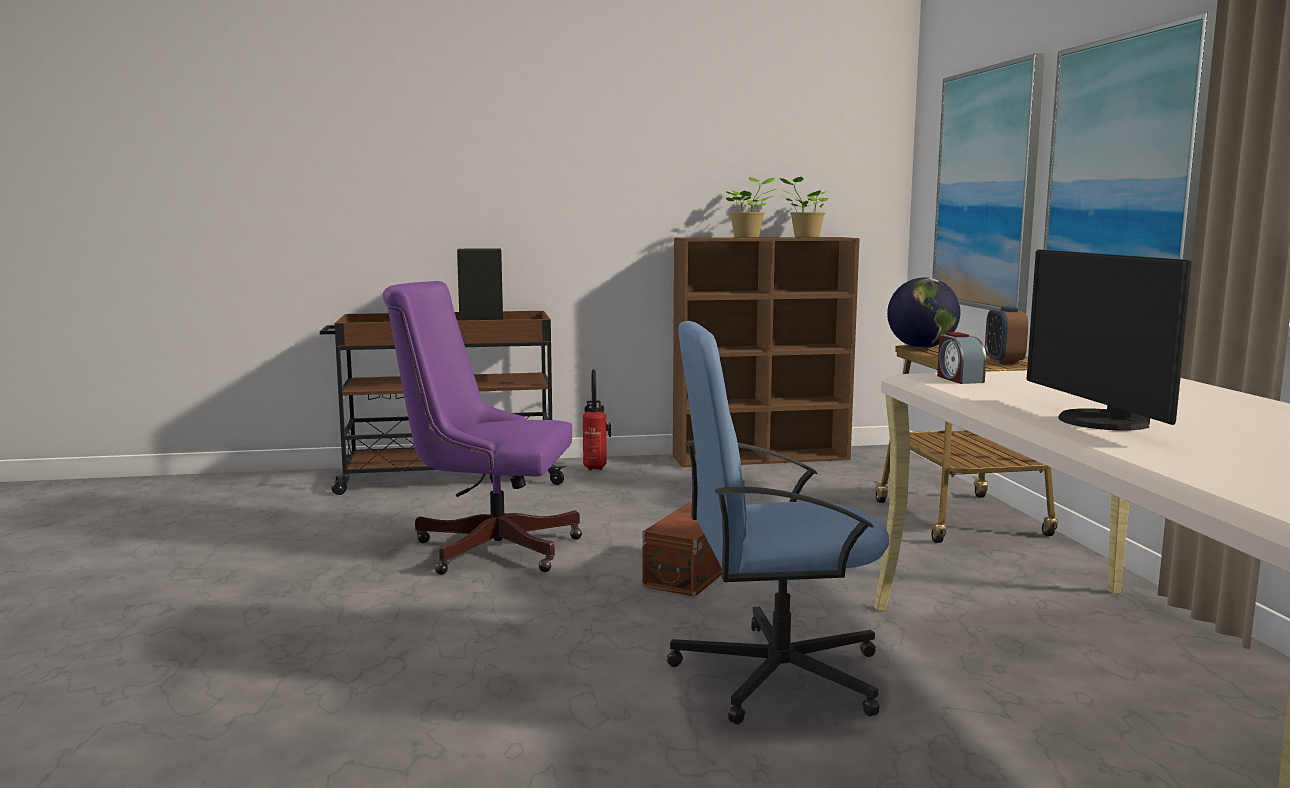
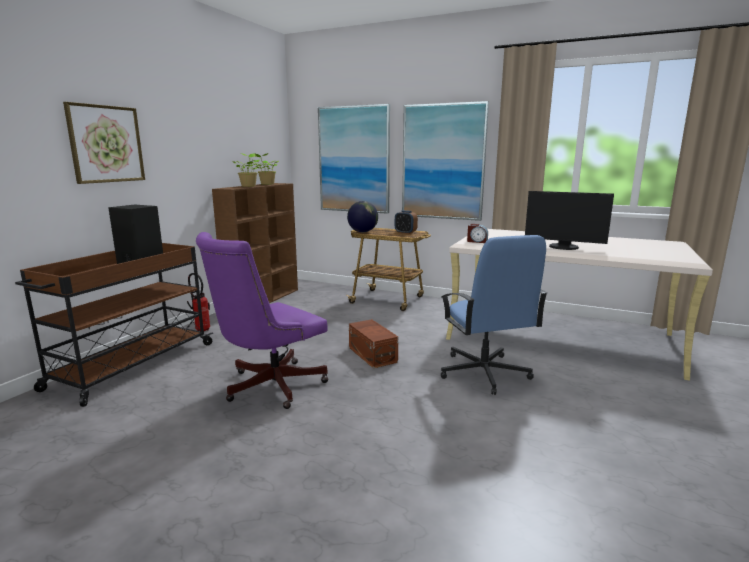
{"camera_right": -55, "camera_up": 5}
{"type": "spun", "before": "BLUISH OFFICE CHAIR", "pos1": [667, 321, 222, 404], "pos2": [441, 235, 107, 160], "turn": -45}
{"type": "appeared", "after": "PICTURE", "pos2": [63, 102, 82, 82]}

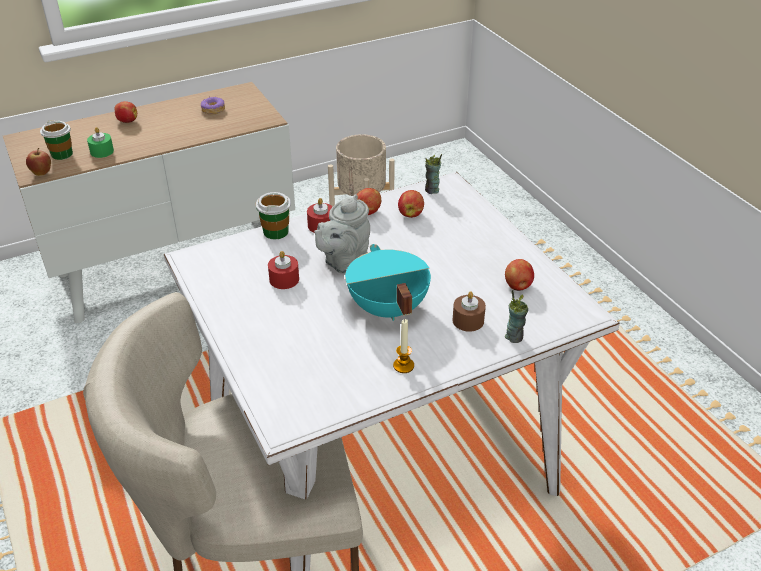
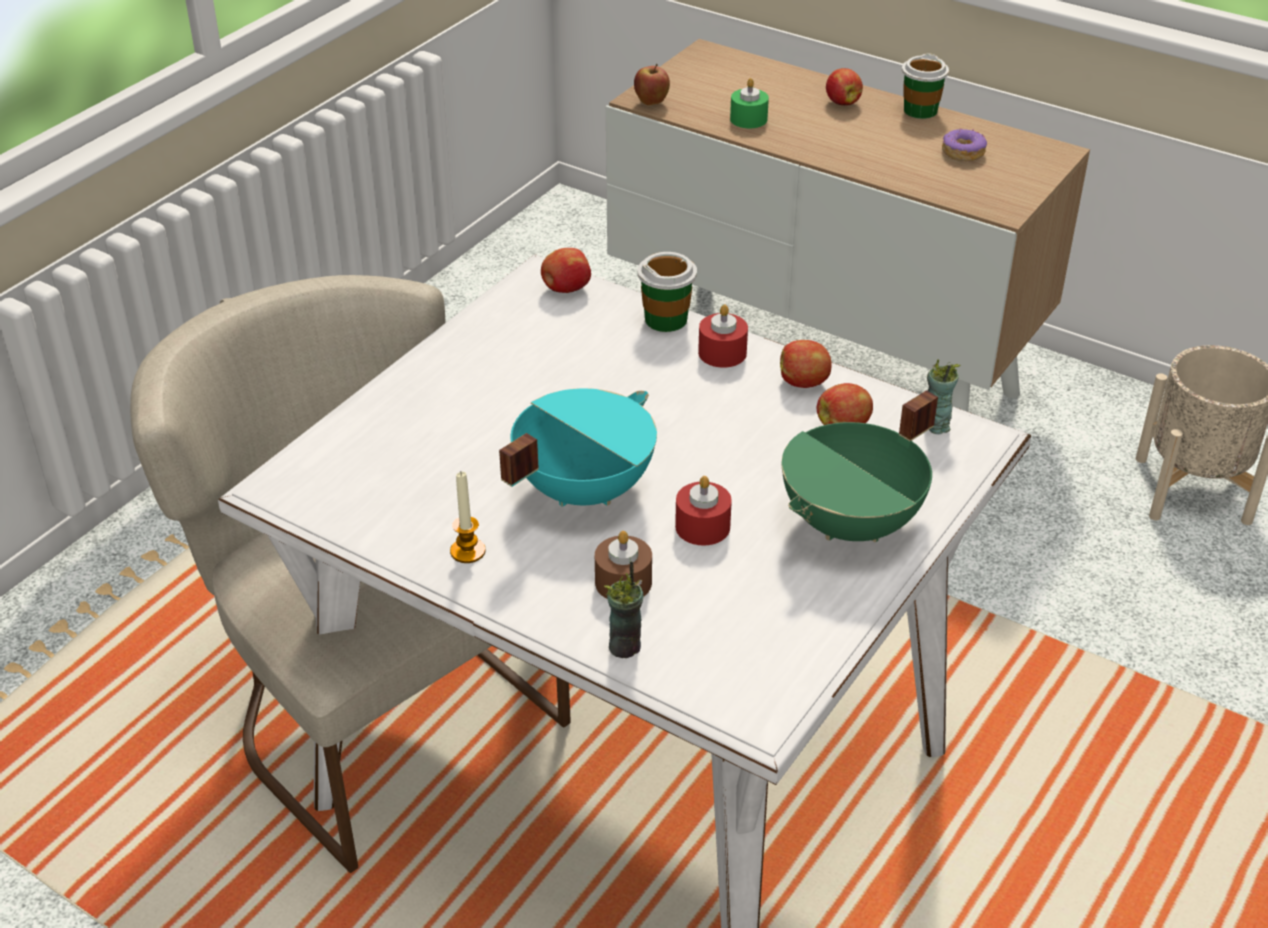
{"camera_right": 60, "camera_up": 0}
{"type": "relocated", "before": "SMALL CUP", "pos1": [40, 120, 33, 40], "pos2": [902, 53, 47, 66]}
{"type": "relocated", "before": "REDDISH WAX LIGHT", "pos1": [268, 251, 31, 38], "pos2": [675, 476, 57, 70]}
{"type": "missing", "before": "GREY TEAPOT", "pos1": [314, 194, 56, 79]}
{"type": "relocated", "before": "WHOLE APPLE", "pos1": [505, 259, 29, 32], "pos2": [541, 248, 50, 45]}
{"type": "appeared", "after": "GREEN-COLOURED SAUCEPOT", "pos2": [781, 390, 157, 152]}

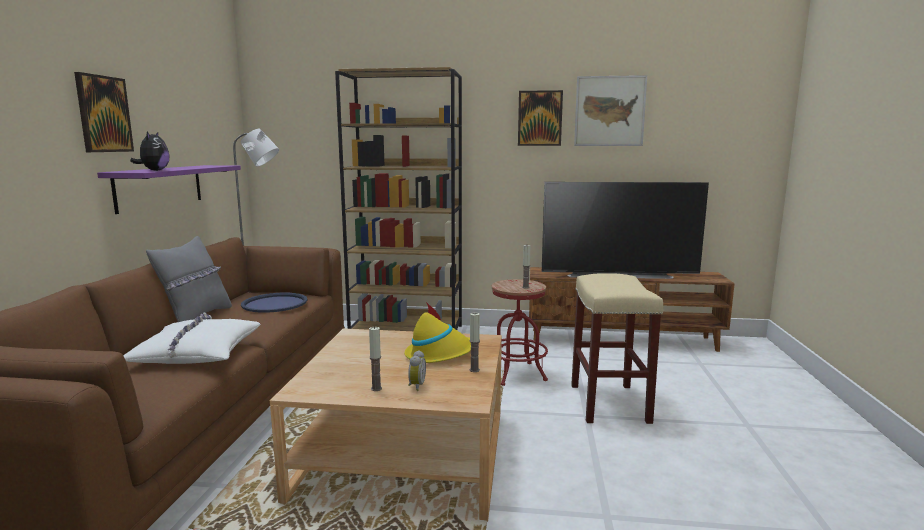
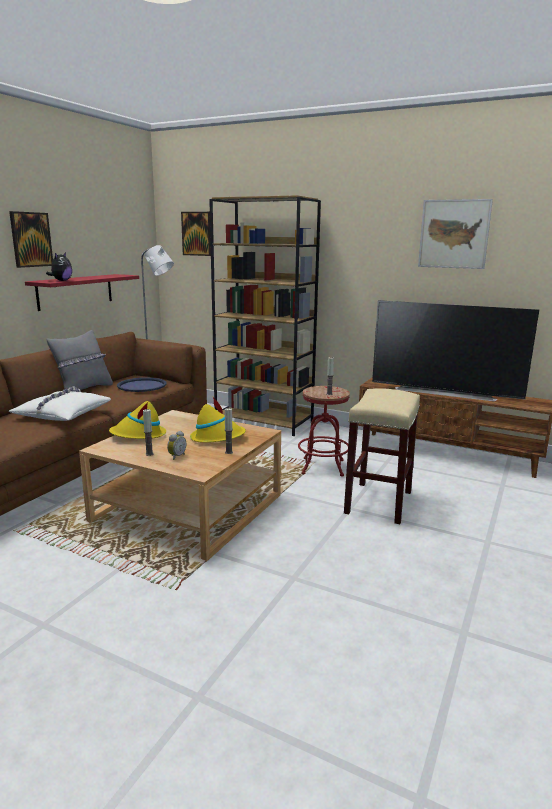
{"camera_right": 20, "camera_up": 5}
{"type": "colour", "before": "PURPLE SHELF", "after": "REDDISH SHELF", "pos1": [97, 165, 144, 49], "pos2": [25, 274, 114, 37]}
{"type": "relocated", "before": "PICTURE", "pos1": [518, 90, 45, 56], "pos2": [181, 212, 30, 44]}
{"type": "appeared", "after": "YELLOWISH HAT", "pos2": [109, 401, 57, 38]}

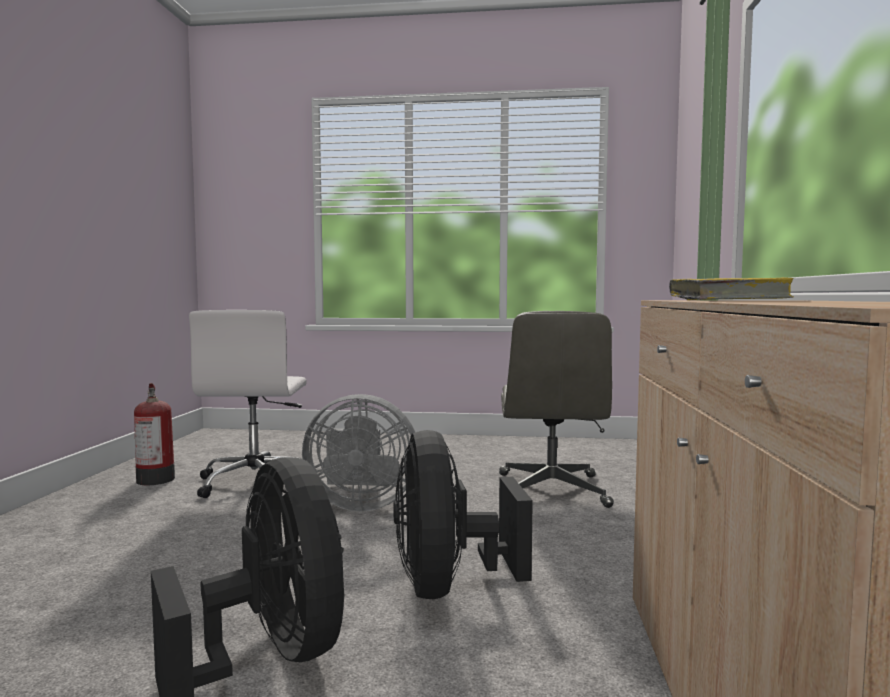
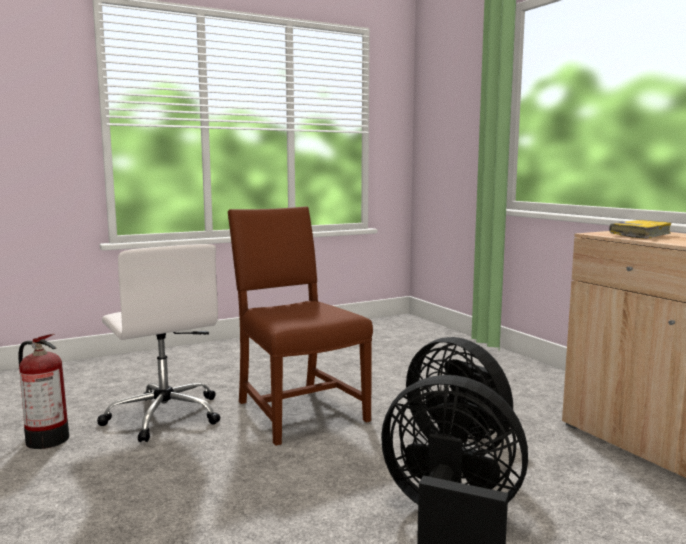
{"camera_right": -35, "camera_up": 5}
{"type": "exchanged", "before": "GREY COOLING FAN", "after": "BROWN CHAIR", "pos1": [302, 394, 113, 118], "pos2": [228, 206, 145, 240]}
{"type": "missing", "before": "GREY OFFICE CHAIR", "pos1": [499, 311, 115, 197]}

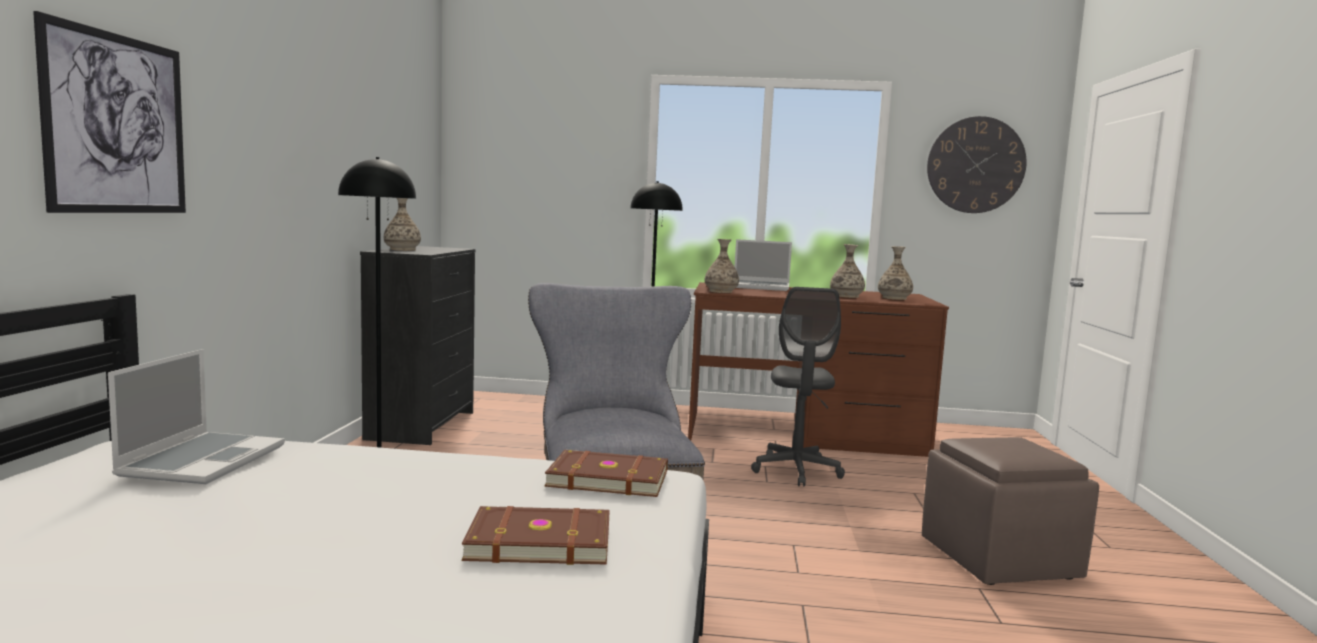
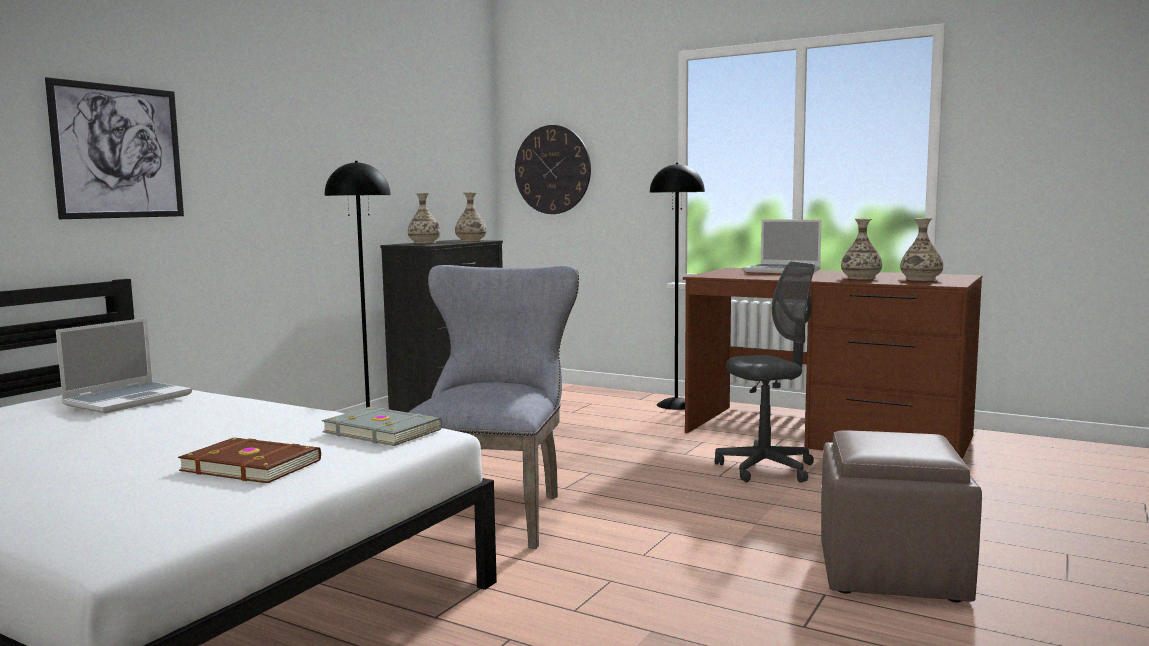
{"camera_right": 25, "camera_up": 0}
{"type": "colour", "before": "BROWN BOOK", "after": "GREY BOOK", "pos1": [544, 450, 124, 47], "pos2": [322, 407, 120, 39]}
{"type": "relocated", "before": "FLOWER VASE", "pos1": [705, 239, 34, 54], "pos2": [455, 193, 32, 49]}
{"type": "spun", "before": "GREY OFFICE CHAIR", "pos1": [751, 287, 94, 200], "pos2": [715, 261, 100, 222], "turn": -135}
{"type": "relocated", "before": "CLOCK ON THE WALL", "pos1": [927, 116, 99, 97], "pos2": [515, 125, 76, 89]}

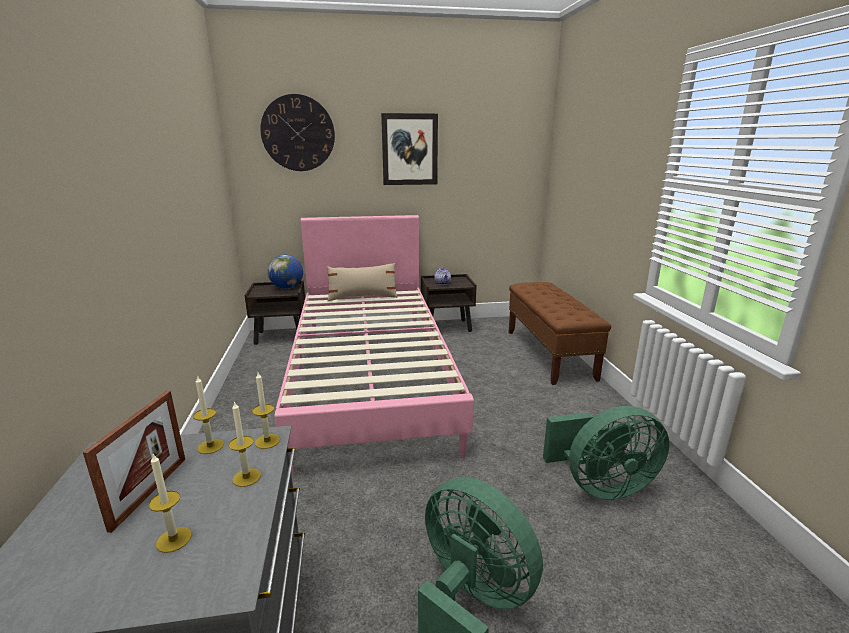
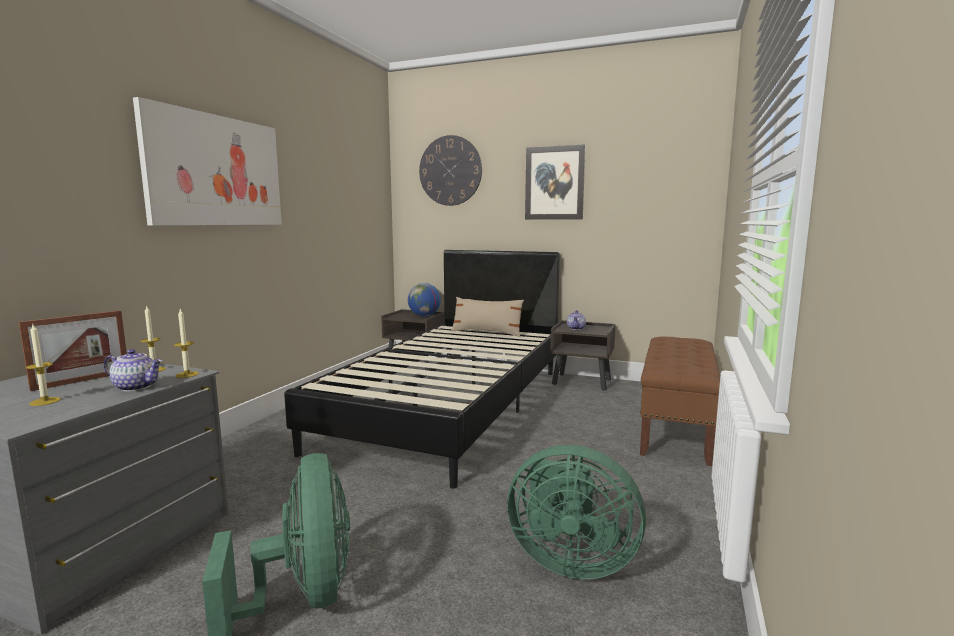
{"camera_right": 30, "camera_up": -10}
{"type": "exchanged", "before": "WAX LIGHT", "after": "TEAPOT", "pos1": [229, 401, 32, 86], "pos2": [104, 349, 58, 43]}
{"type": "colour", "before": "PINK-COLOURED SLEEPING BED", "after": "BLACK-COLOURED SLEEPING BED", "pos1": [274, 215, 200, 259], "pos2": [284, 250, 276, 239]}
{"type": "appeared", "after": "PICTURE", "pos2": [133, 97, 149, 128]}

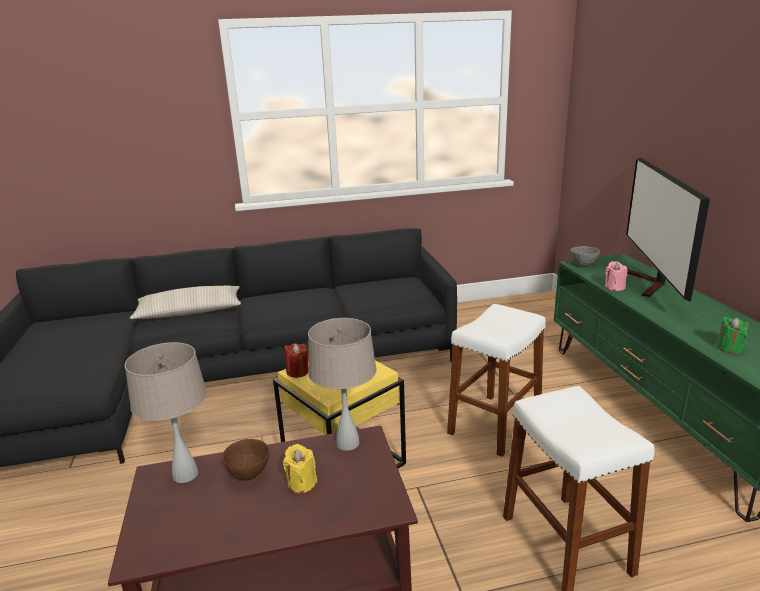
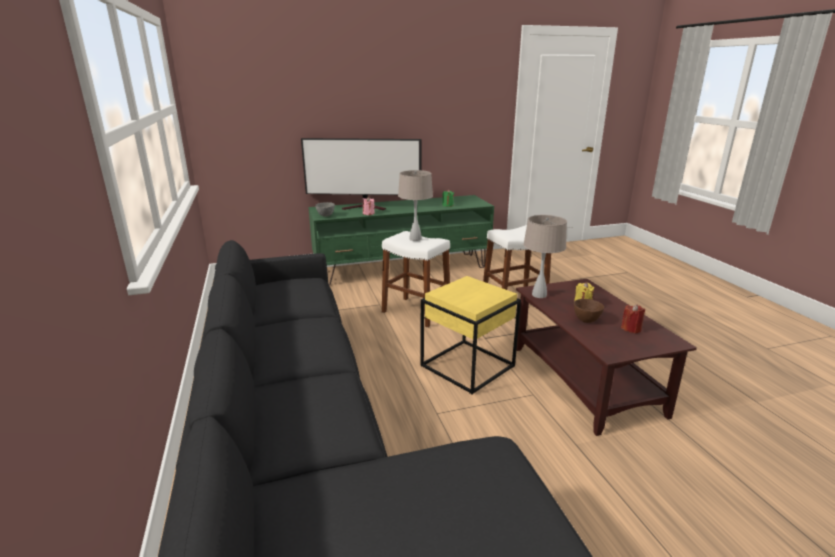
{"camera_right": -95, "camera_up": 0}
{"type": "relocated", "before": "SAND-COLOURED TABLE LAMP", "pos1": [124, 342, 83, 141], "pos2": [398, 170, 35, 71]}
{"type": "missing", "before": "SAND-COLOURED PILLOW", "pos1": [130, 286, 111, 33]}
{"type": "relocated", "before": "REDDISH WAX LIGHT", "pos1": [284, 343, 24, 35], "pos2": [621, 304, 24, 30]}

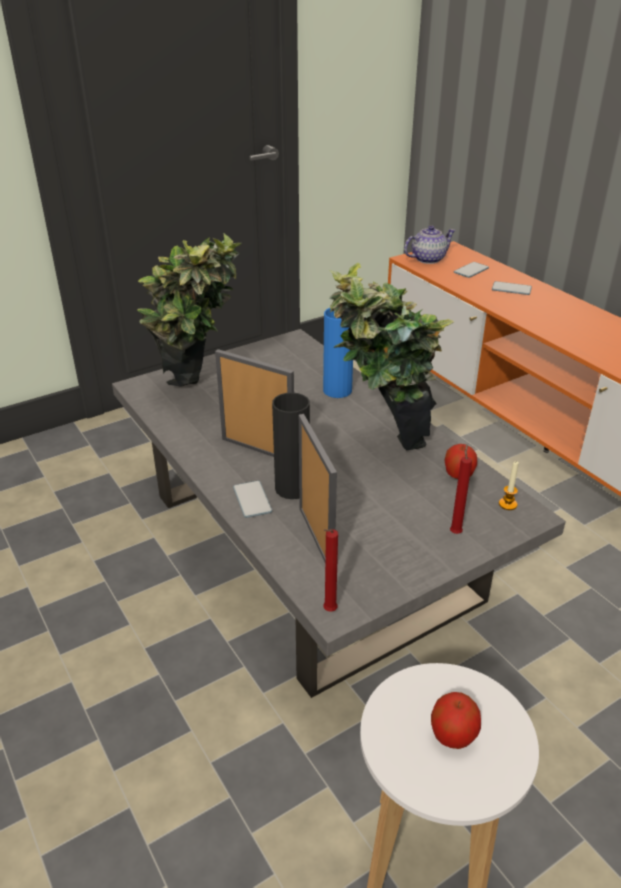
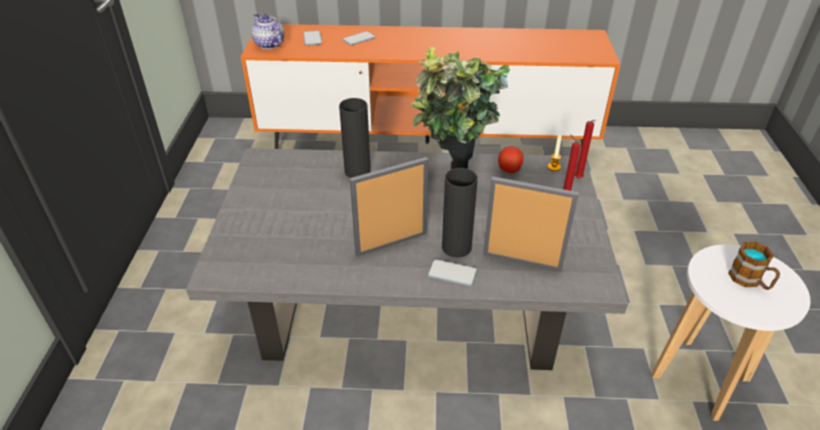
{"camera_right": -55, "camera_up": 5}
{"type": "missing", "before": "HOUSEPLANT", "pos1": [137, 233, 105, 154]}
{"type": "colour", "before": "BLUISH FLOWER VASE", "after": "BLACK-COLOURED FLOWER VASE", "pos1": [323, 308, 30, 90], "pos2": [339, 98, 32, 80]}
{"type": "relocated", "before": "REDDISH WAX LIGHT", "pos1": [323, 529, 15, 82], "pos2": [575, 120, 21, 59]}
{"type": "spun", "before": "TEAPOT", "pos1": [404, 225, 52, 39], "pos2": [251, 13, 33, 36], "turn": -45}
{"type": "exchanged", "before": "WHOLE APPLE", "after": "TEA MUG", "pos1": [431, 692, 50, 57], "pos2": [728, 242, 52, 48]}

